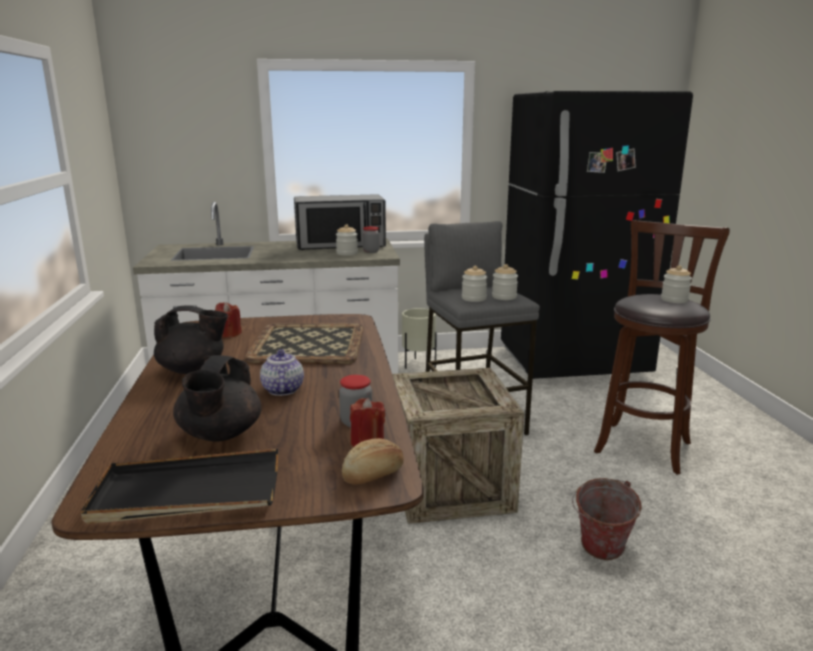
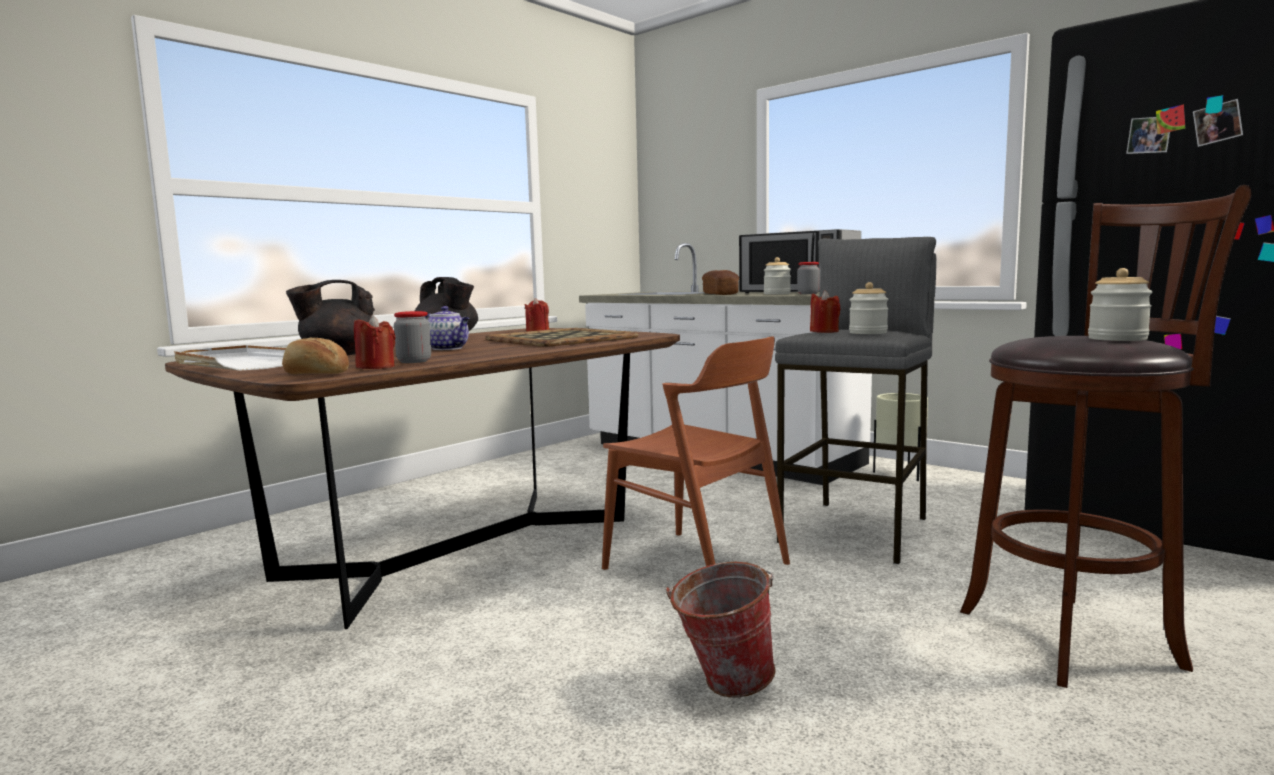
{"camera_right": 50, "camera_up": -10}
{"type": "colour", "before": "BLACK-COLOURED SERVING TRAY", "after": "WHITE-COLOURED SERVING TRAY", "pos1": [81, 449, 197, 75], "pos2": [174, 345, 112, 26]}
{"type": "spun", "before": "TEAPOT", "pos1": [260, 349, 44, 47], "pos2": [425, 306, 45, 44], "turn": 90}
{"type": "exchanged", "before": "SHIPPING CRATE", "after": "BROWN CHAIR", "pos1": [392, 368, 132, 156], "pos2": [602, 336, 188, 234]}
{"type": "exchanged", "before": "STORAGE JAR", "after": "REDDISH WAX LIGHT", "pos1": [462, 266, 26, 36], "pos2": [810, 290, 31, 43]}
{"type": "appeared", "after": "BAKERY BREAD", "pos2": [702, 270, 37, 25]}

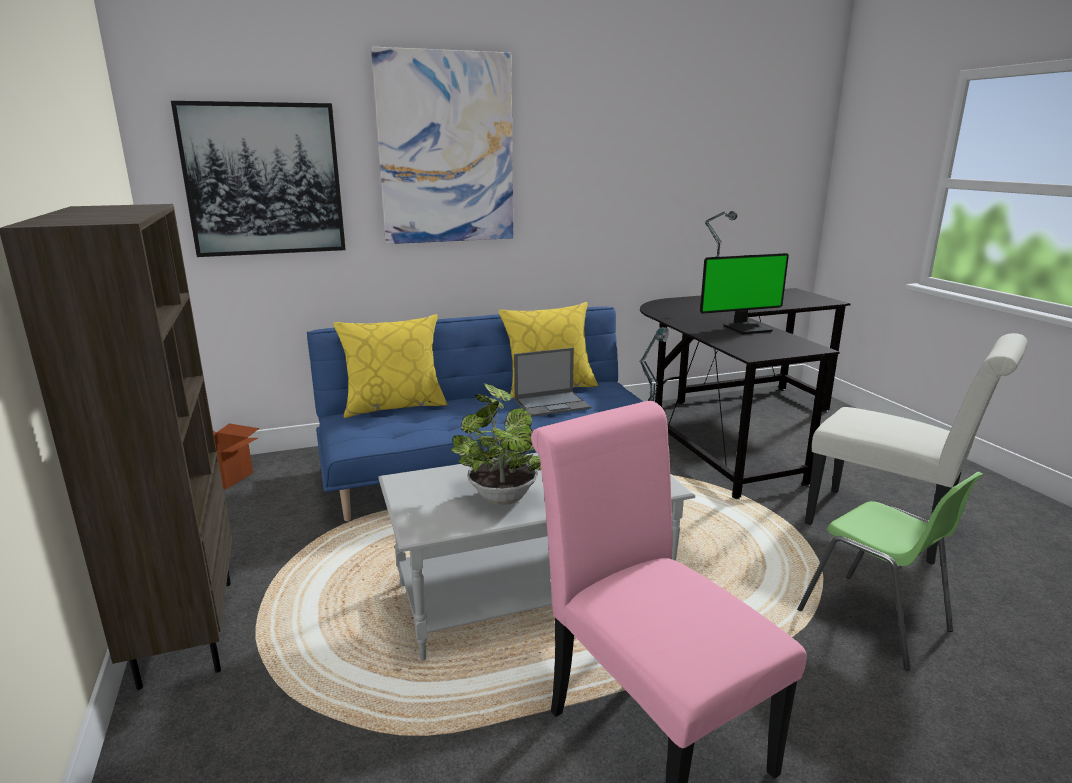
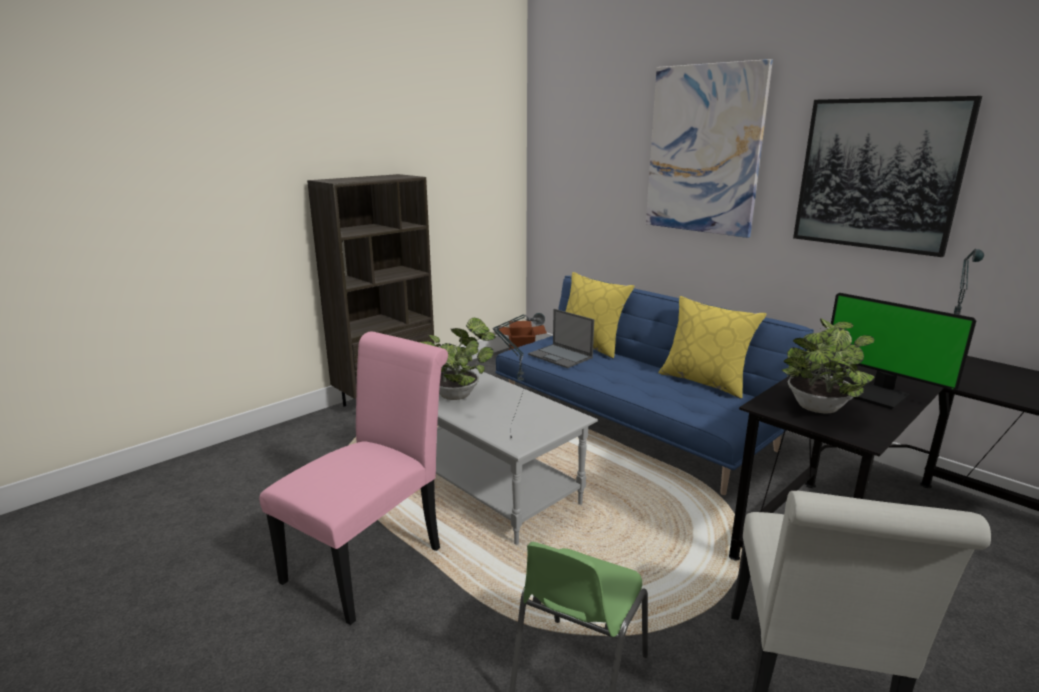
{"camera_right": 65, "camera_up": 0}
{"type": "relocated", "before": "PICTURE", "pos1": [171, 101, 175, 156], "pos2": [793, 96, 189, 161]}
{"type": "relocated", "before": "PORTABLE COMPUTER", "pos1": [514, 348, 77, 69], "pos2": [528, 309, 66, 59]}
{"type": "appeared", "after": "HOUSEPLANT", "pos2": [782, 318, 93, 96]}

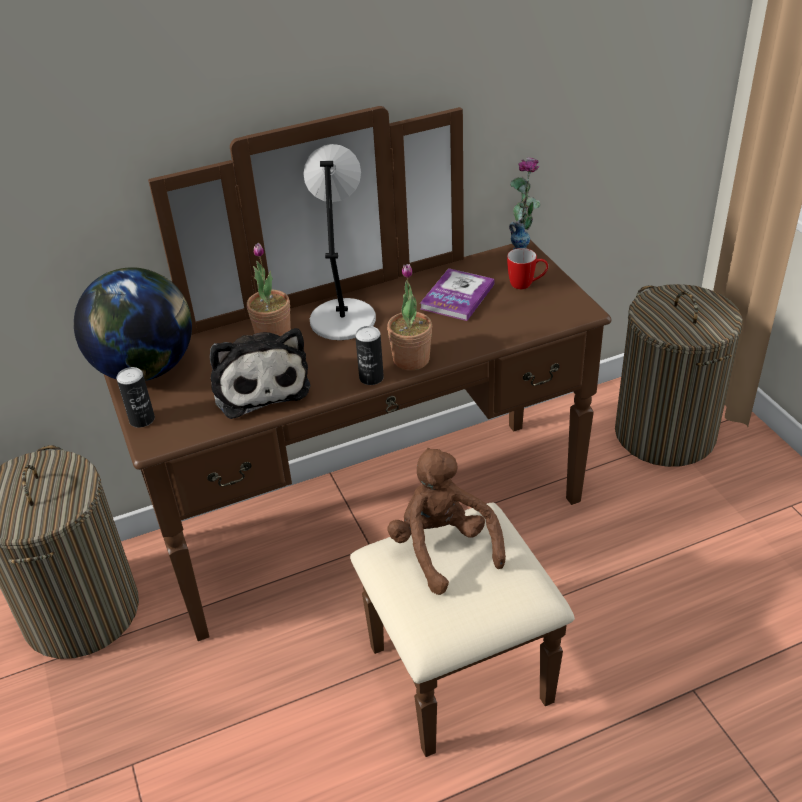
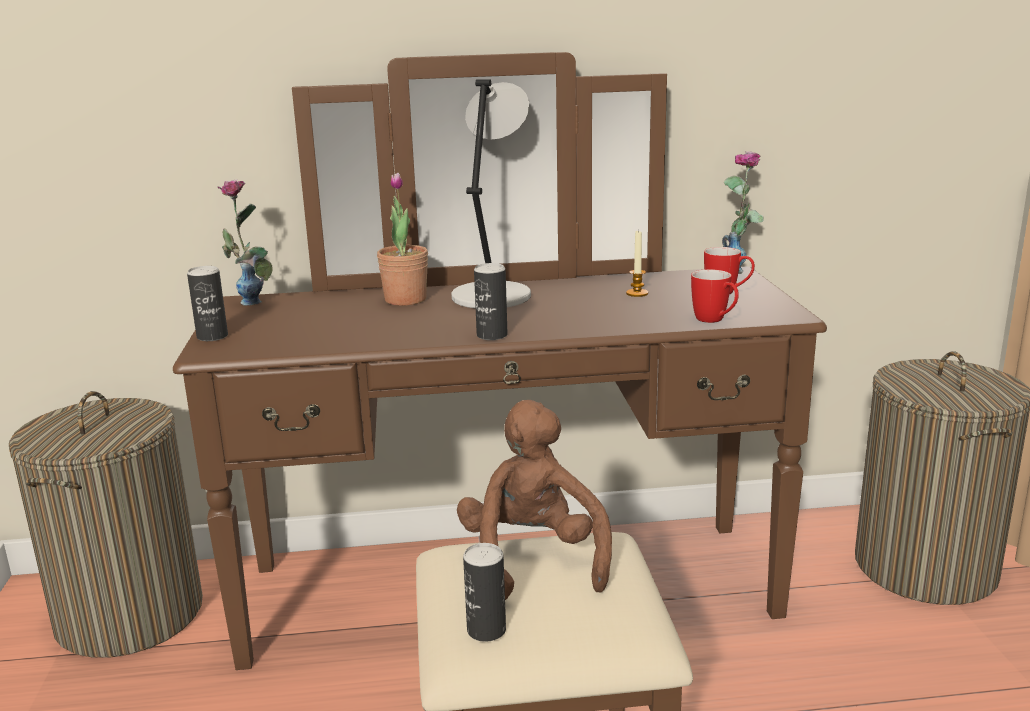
{"camera_right": 15, "camera_up": -20}
{"type": "exchanged", "before": "DESK GLOBE", "after": "FLOWER VASE", "pos1": [74, 267, 118, 114], "pos2": [218, 179, 55, 126]}
{"type": "missing", "before": "SOFT TOY", "pos1": [210, 328, 101, 91]}
{"type": "missing", "before": "HOUSEPLANT", "pos1": [387, 264, 45, 107]}
{"type": "exchanged", "before": "BOOK", "after": "WAX LIGHT", "pos1": [420, 268, 74, 53], "pos2": [626, 229, 22, 68]}
{"type": "appeared", "after": "SEALED CAN", "pos2": [463, 543, 43, 99]}
{"type": "appeared", "after": "TEA MUG", "pos2": [691, 269, 48, 54]}

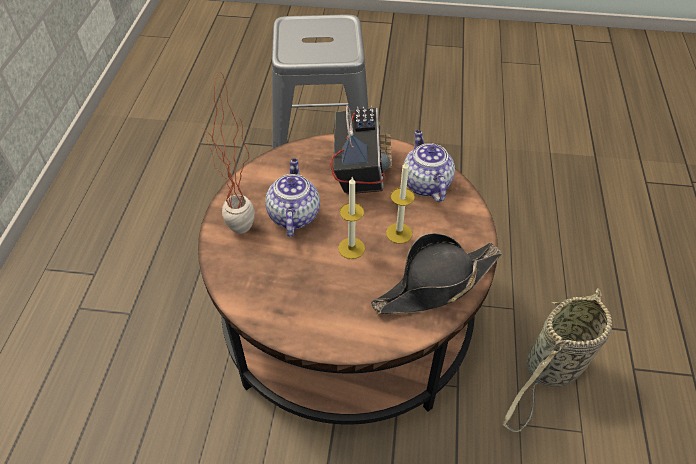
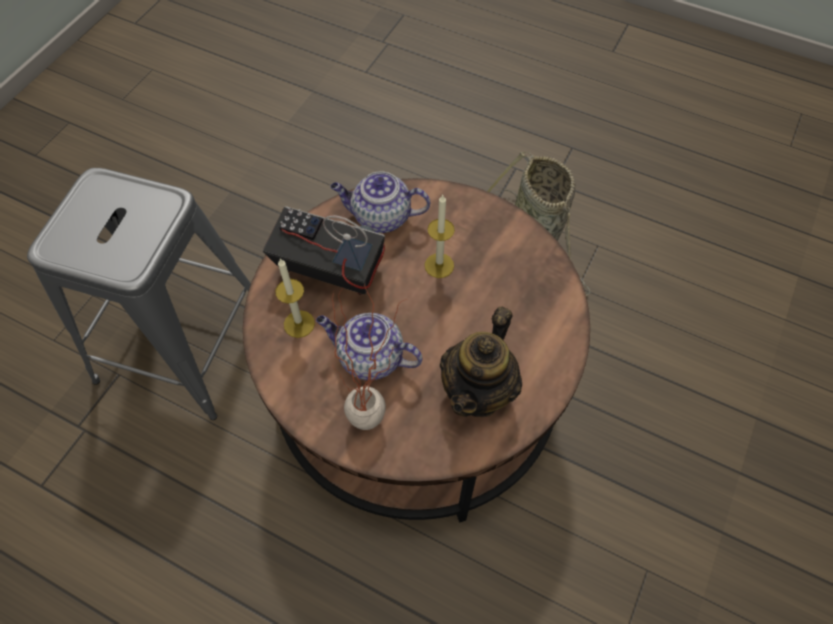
{"camera_right": -70, "camera_up": 10}
{"type": "relocated", "before": "WAX LIGHT", "pos1": [338, 177, 27, 82], "pos2": [275, 258, 40, 80]}
{"type": "missing", "before": "BLACK-COLOURED HAT", "pos1": [371, 233, 131, 81]}
{"type": "appeared", "after": "TEAPOT", "pos2": [440, 306, 82, 111]}

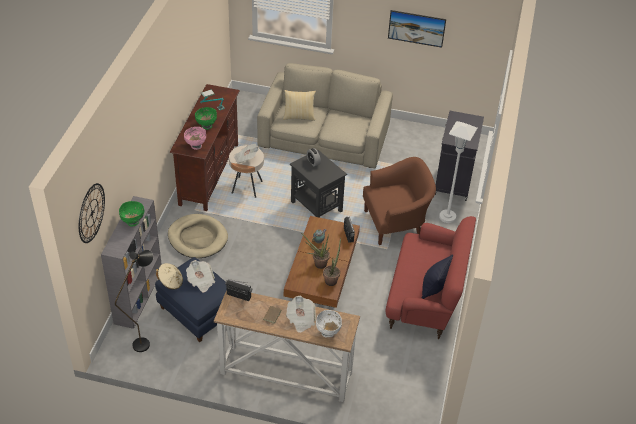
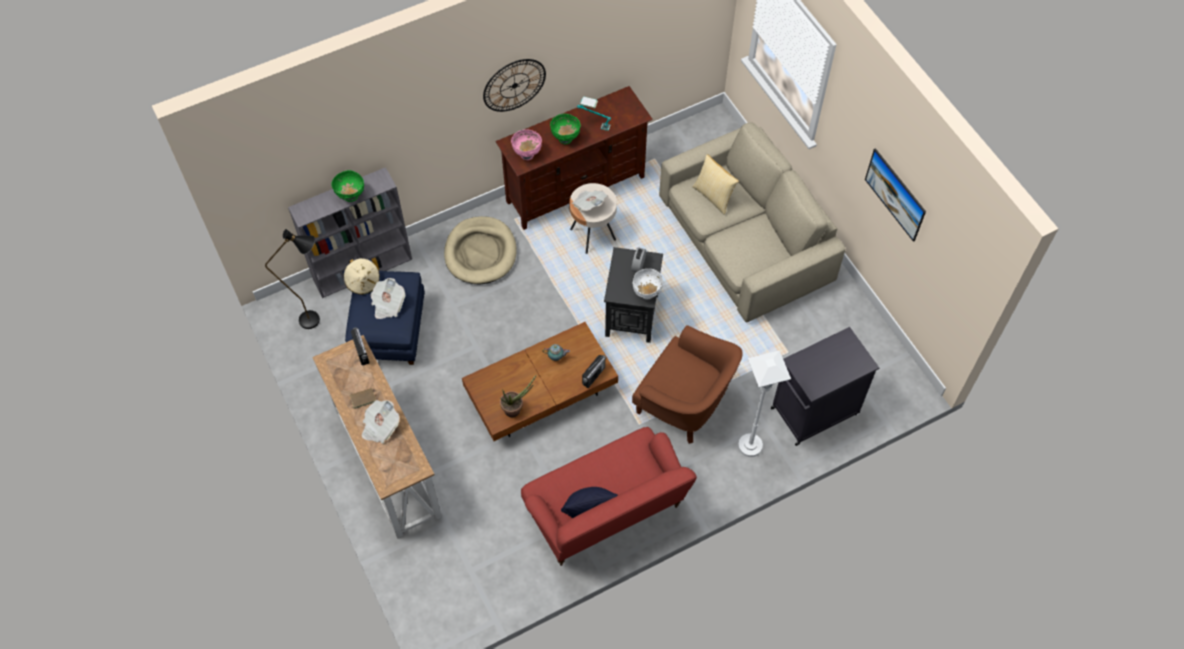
{"camera_right": 50, "camera_up": 15}
{"type": "relocated", "before": "CLOCK ON THE WALL", "pos1": [79, 183, 26, 60], "pos2": [483, 59, 63, 53]}
{"type": "missing", "before": "HOUSEPLANT", "pos1": [301, 233, 29, 36]}
{"type": "relocated", "before": "WHITE-COLOURED SERVING BOWL", "pos1": [316, 310, 26, 27], "pos2": [633, 269, 30, 31]}

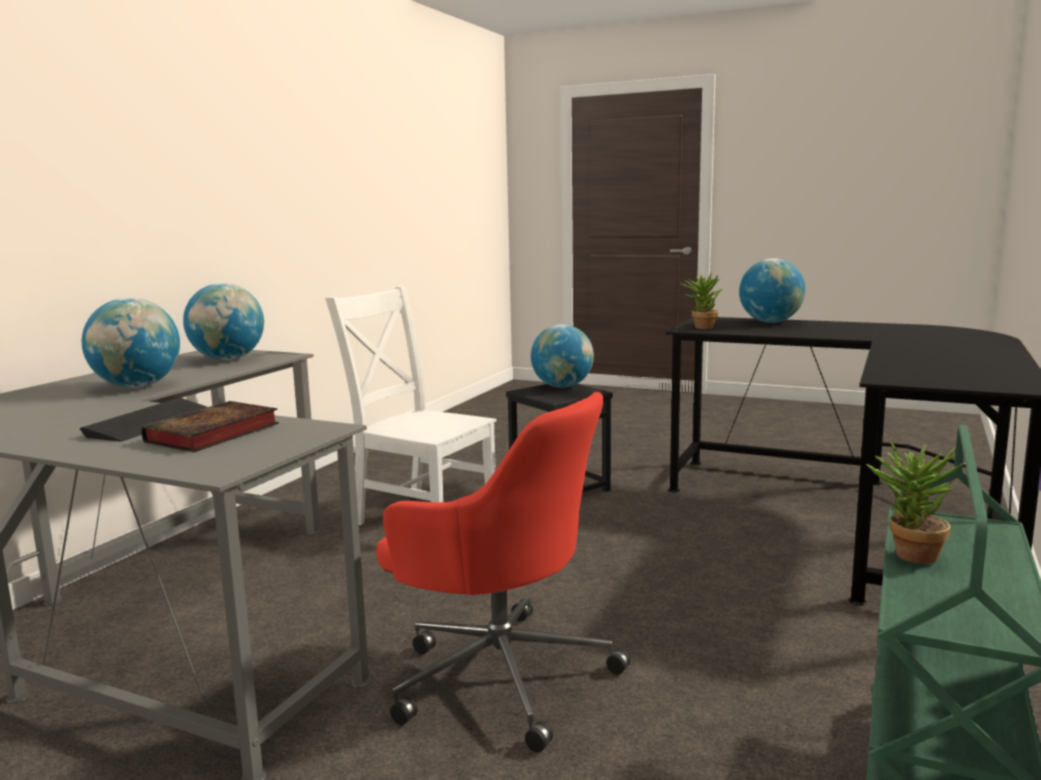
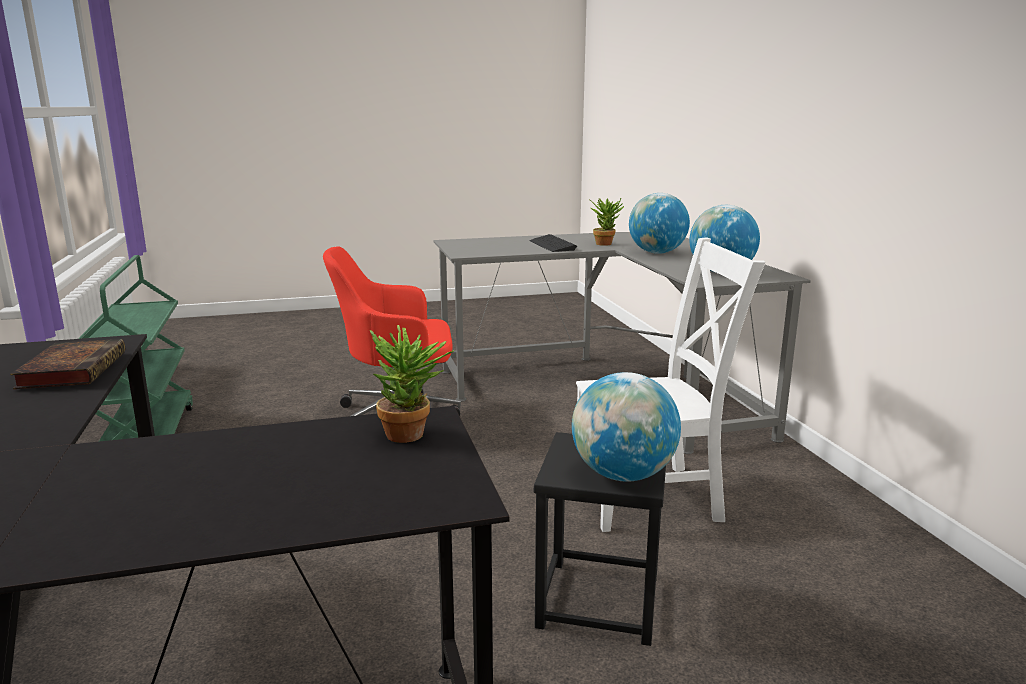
{"camera_right": 140, "camera_up": 5}
{"type": "relocated", "before": "BOOK", "pos1": [141, 401, 138, 52], "pos2": [10, 339, 115, 50]}
{"type": "missing", "before": "DESK GLOBE", "pos1": [739, 258, 66, 65]}
{"type": "relocated", "before": "HOUSEPLANT", "pos1": [866, 438, 101, 126], "pos2": [590, 198, 34, 48]}

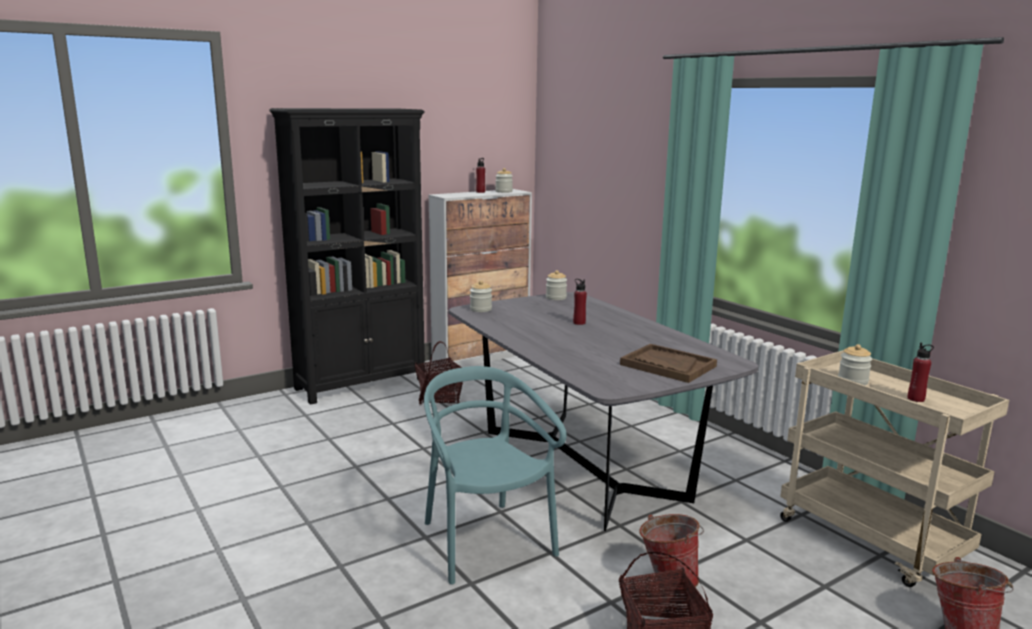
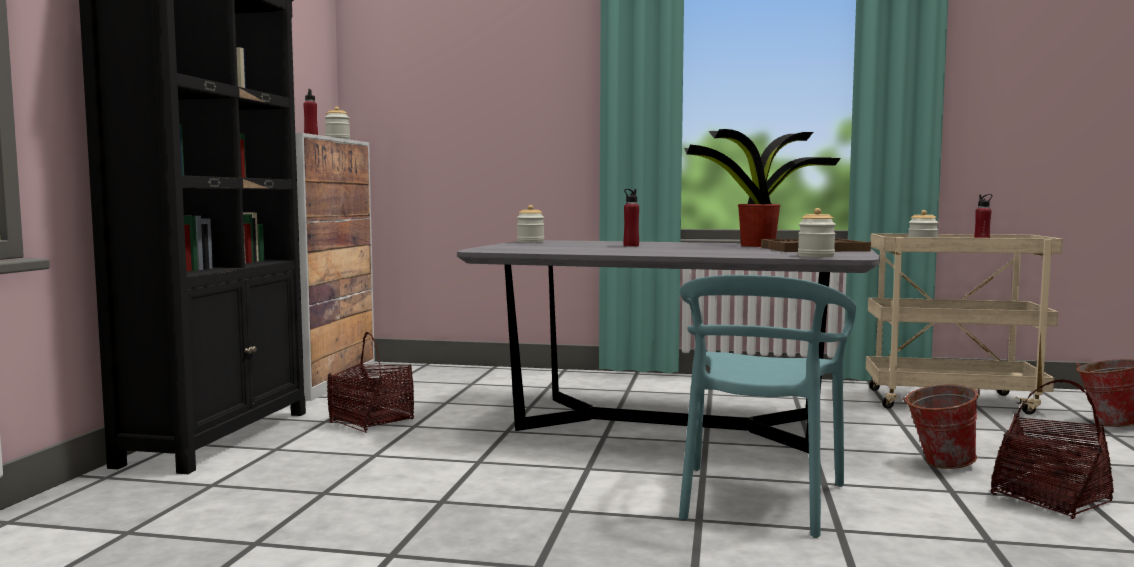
{"camera_right": -45, "camera_up": -10}
{"type": "spun", "before": "TURQUOISE-COLOURED CHAIR", "pos1": [424, 366, 143, 218], "pos2": [679, 275, 177, 263], "turn": -90}
{"type": "relocated", "before": "STORAGE JAR", "pos1": [470, 280, 22, 32], "pos2": [798, 208, 38, 50]}
{"type": "appeared", "after": "HOUSEPLANT", "pos2": [684, 129, 157, 118]}

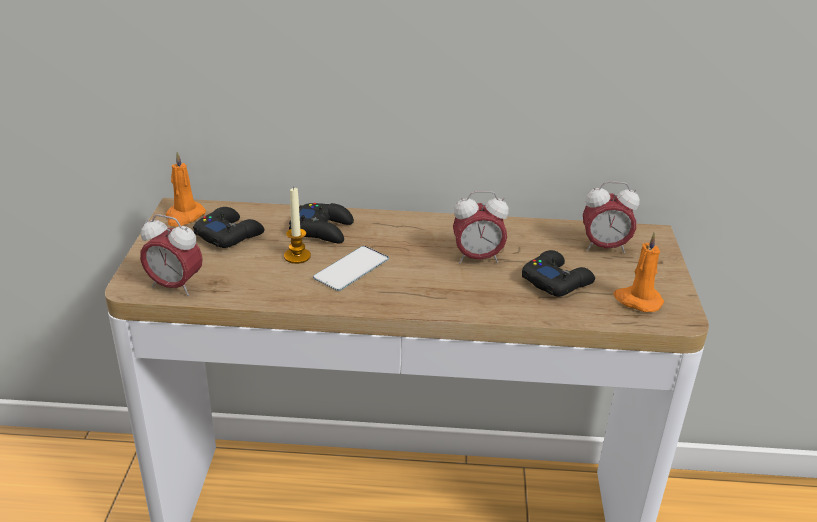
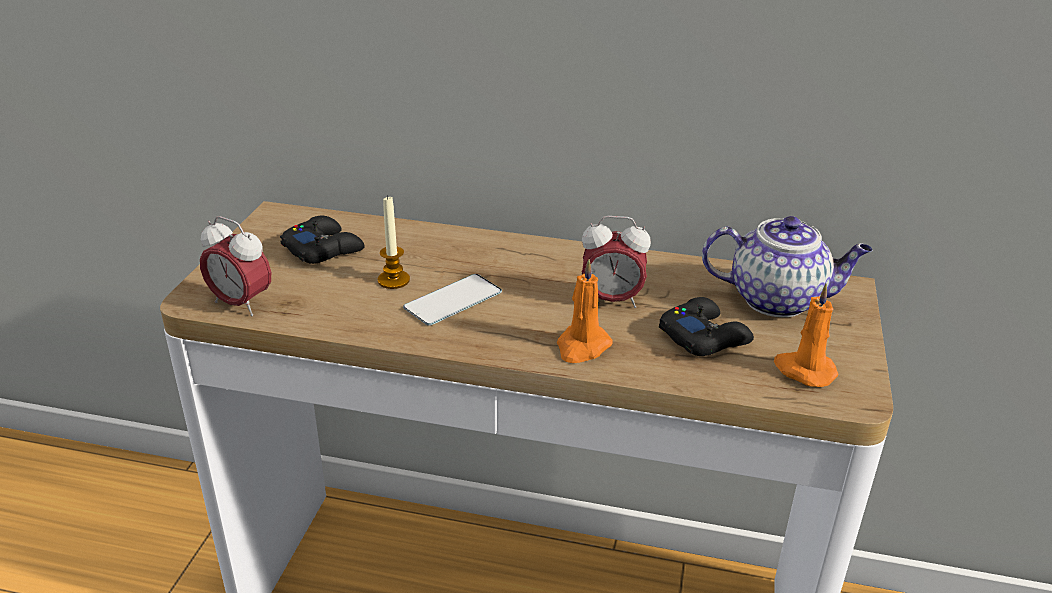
{"camera_right": 10, "camera_up": 0}
{"type": "relocated", "before": "ORANGE WAX LIGHT", "pos1": [166, 152, 40, 75], "pos2": [557, 259, 55, 104]}
{"type": "missing", "before": "BLACK-COLOURED JOYPAD", "pos1": [289, 203, 65, 40]}
{"type": "exchanged", "before": "TABLE CLOCK", "after": "TEAPOT", "pos1": [583, 181, 57, 72], "pos2": [702, 216, 170, 101]}

